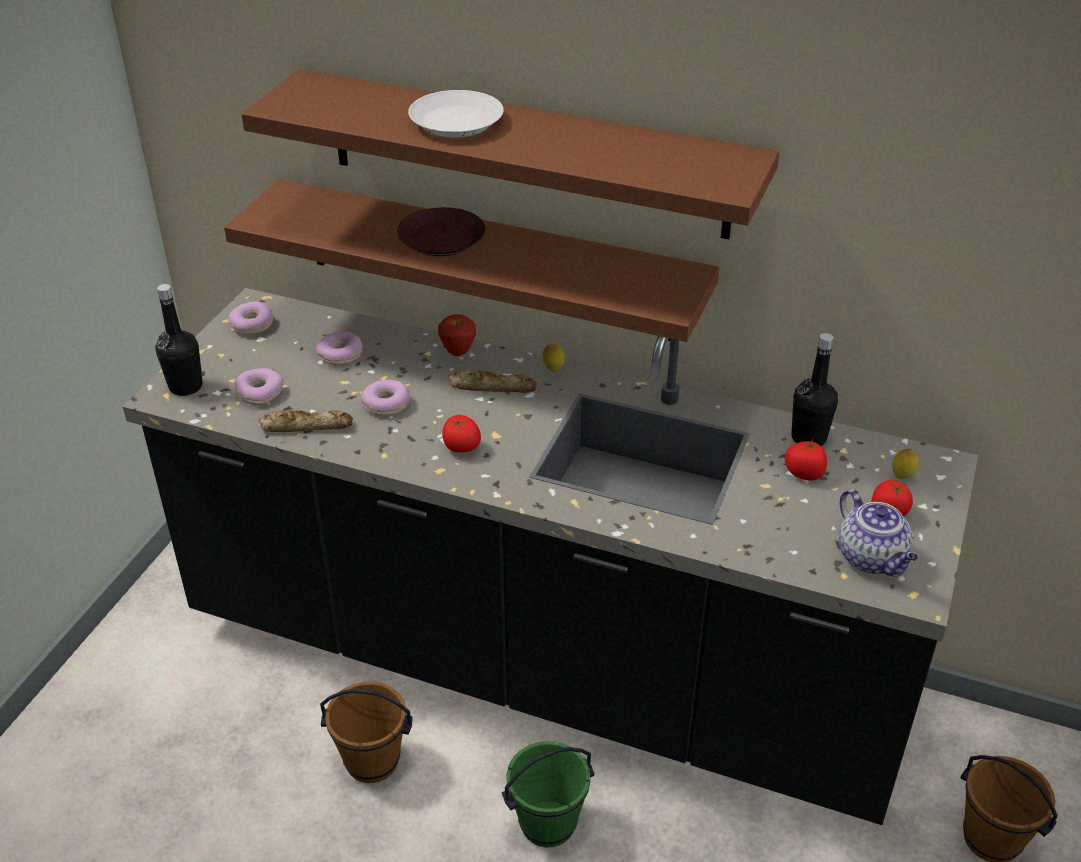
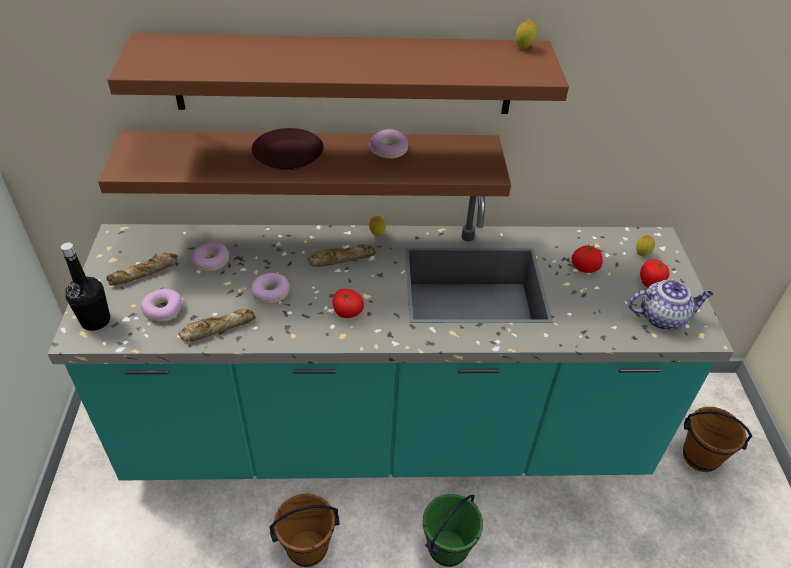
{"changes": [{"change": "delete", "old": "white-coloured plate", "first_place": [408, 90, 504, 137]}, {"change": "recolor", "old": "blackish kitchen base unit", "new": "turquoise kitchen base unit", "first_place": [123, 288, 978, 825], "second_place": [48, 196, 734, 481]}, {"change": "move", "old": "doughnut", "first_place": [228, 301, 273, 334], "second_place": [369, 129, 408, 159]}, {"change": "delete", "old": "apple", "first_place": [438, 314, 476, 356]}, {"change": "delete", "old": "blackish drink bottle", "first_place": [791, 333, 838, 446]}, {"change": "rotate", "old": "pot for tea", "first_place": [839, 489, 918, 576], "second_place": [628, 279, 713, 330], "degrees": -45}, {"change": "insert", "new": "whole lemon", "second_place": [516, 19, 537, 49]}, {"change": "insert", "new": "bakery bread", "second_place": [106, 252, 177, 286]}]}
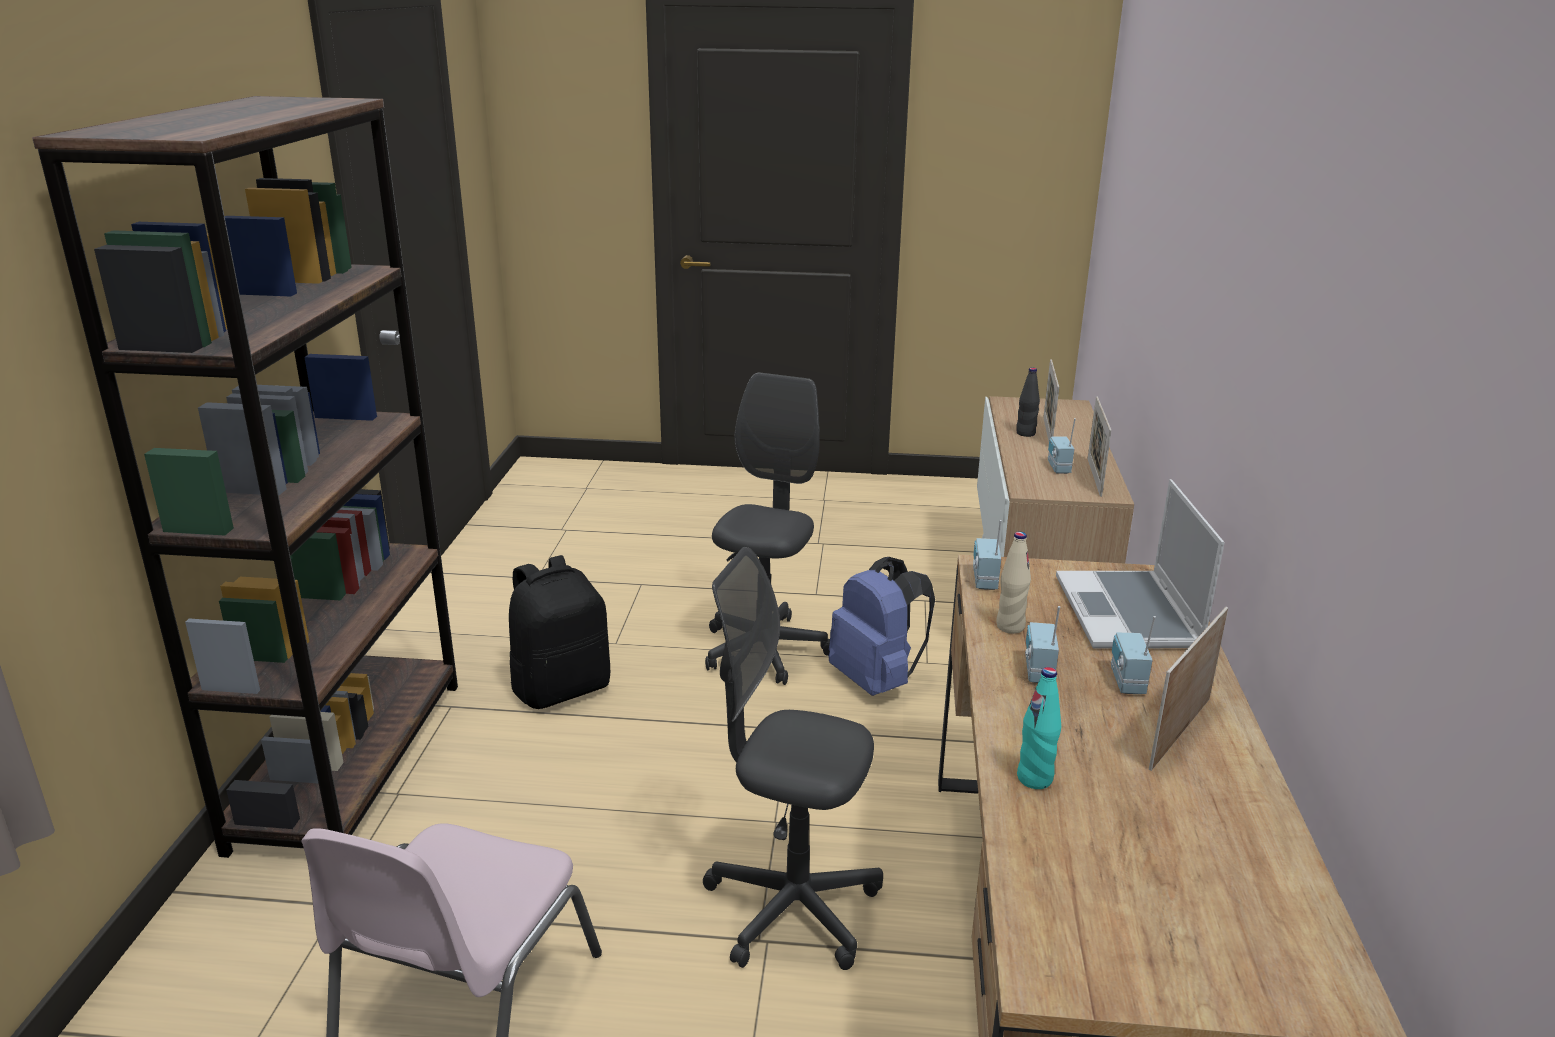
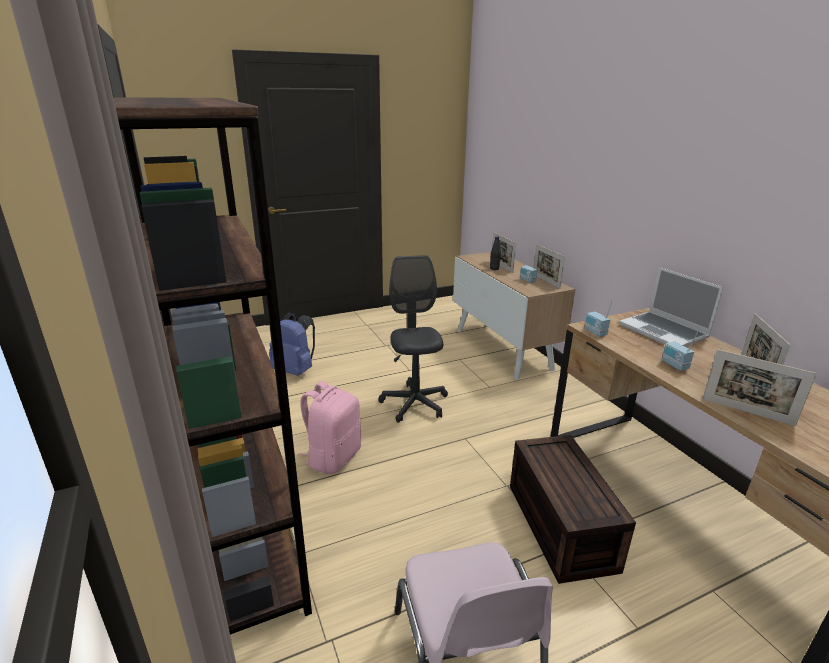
{"changes": [{"change": "delete", "old": "beige drink bottle", "first_place": [996, 532, 1031, 634]}, {"change": "replace", "old": "gray desk chair", "new": "brownish storage container", "first_place": [703, 547, 883, 970], "second_place": [510, 435, 636, 584]}, {"change": "recolor", "old": "blackish backpack", "new": "pinkish backpack", "first_place": [509, 555, 610, 709], "second_place": [299, 381, 361, 474]}, {"change": "move", "old": "blue-coloured backpack", "first_place": [829, 557, 935, 696], "second_place": [269, 312, 315, 376]}, {"change": "delete", "old": "radio receiver", "first_place": [1111, 616, 1156, 694]}, {"change": "replace", "old": "turquoise drink bottle", "new": "picture frame", "first_place": [1017, 667, 1061, 789], "second_place": [703, 349, 817, 426]}]}
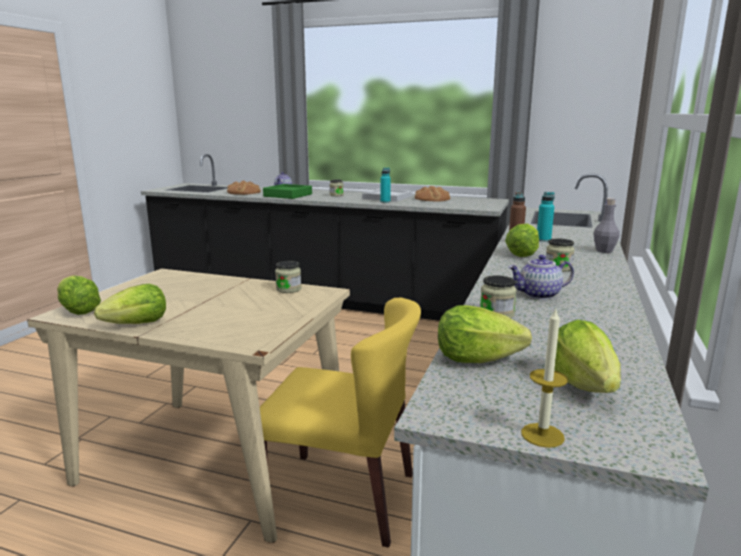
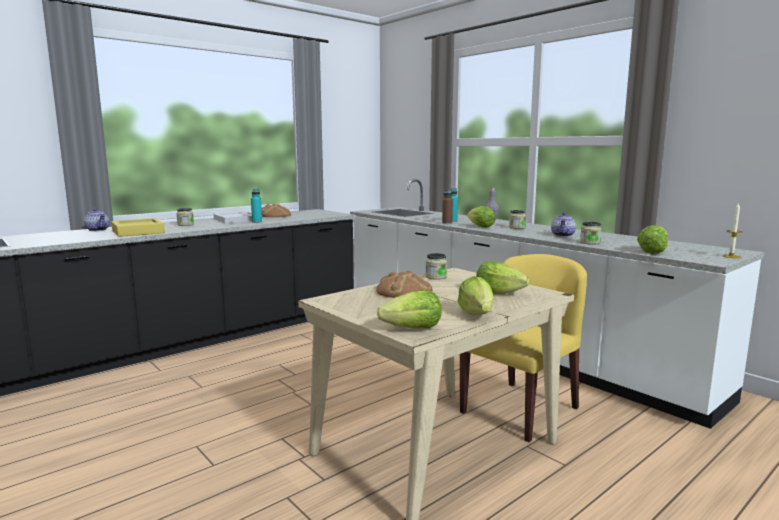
{"changes": [{"change": "move", "old": "bakery bread", "first_place": [227, 181, 261, 195], "second_place": [376, 271, 433, 298]}, {"change": "recolor", "old": "greenish tray", "new": "yellowish tray", "first_place": [263, 184, 312, 199], "second_place": [111, 218, 165, 237]}, {"change": "move", "old": "lettuce head", "first_place": [554, 320, 621, 393], "second_place": [476, 261, 529, 294]}]}
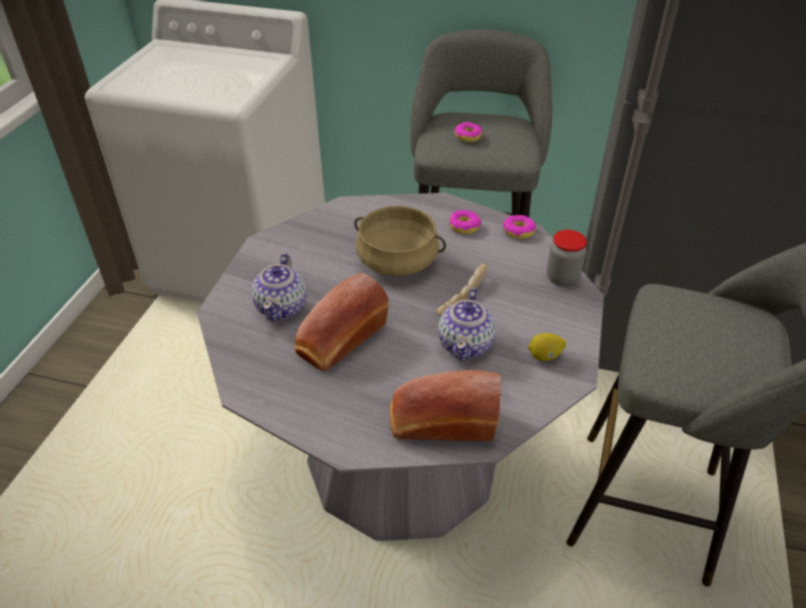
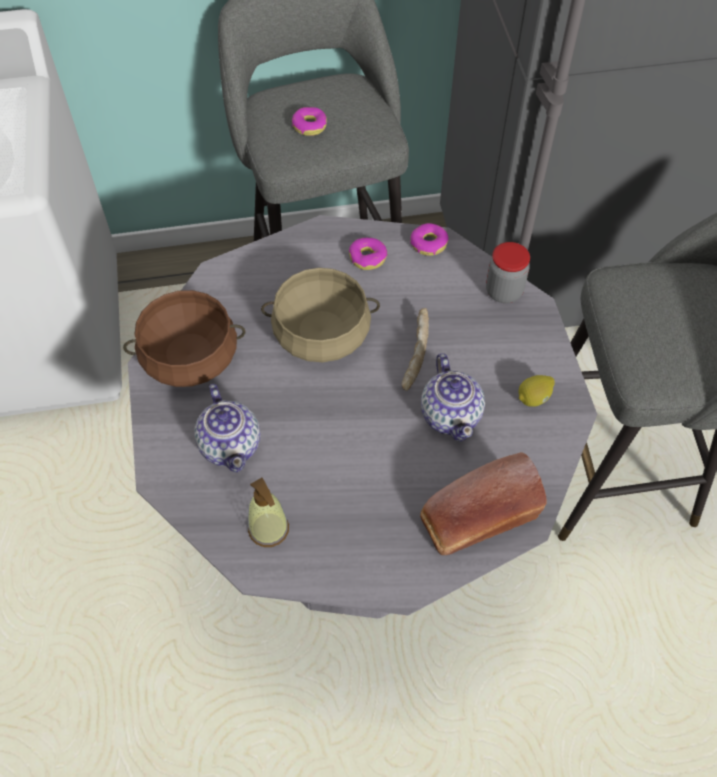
{"changes": [{"change": "delete", "old": "bakery bread", "first_place": [295, 273, 389, 371]}, {"change": "insert", "new": "brownish stockpot", "second_place": [123, 290, 246, 387]}, {"change": "insert", "new": "soap dispenser", "second_place": [248, 478, 289, 547]}]}
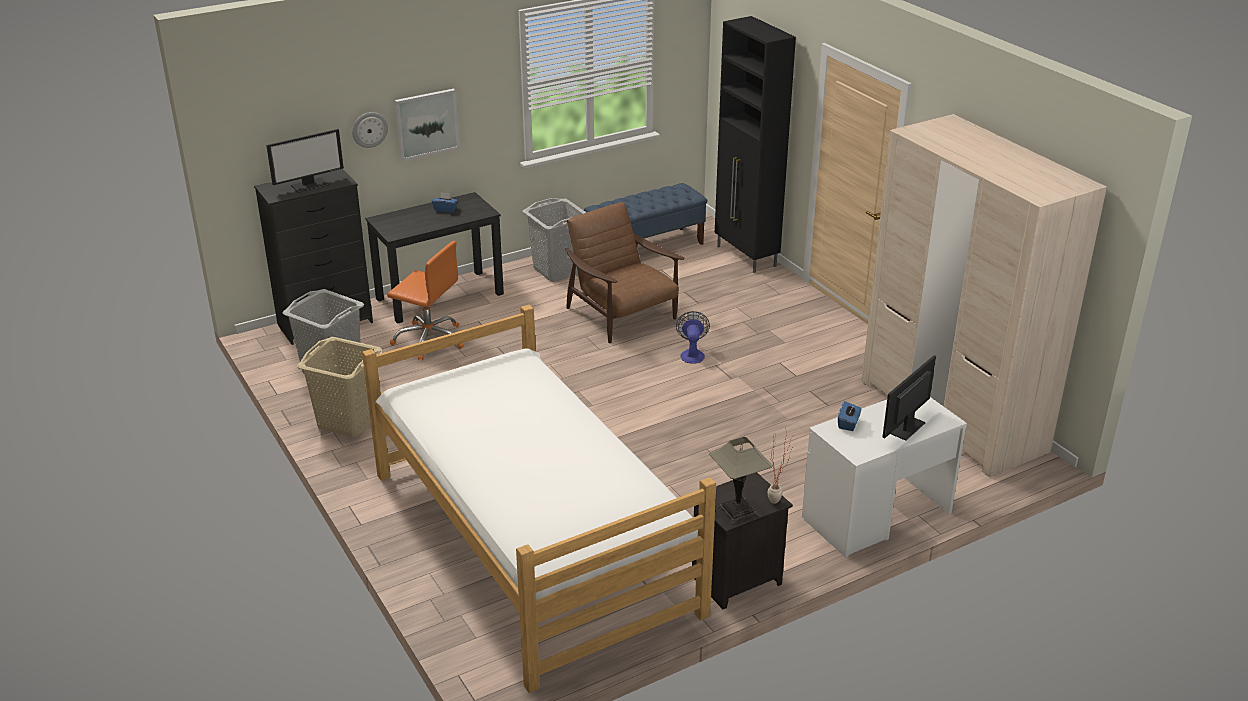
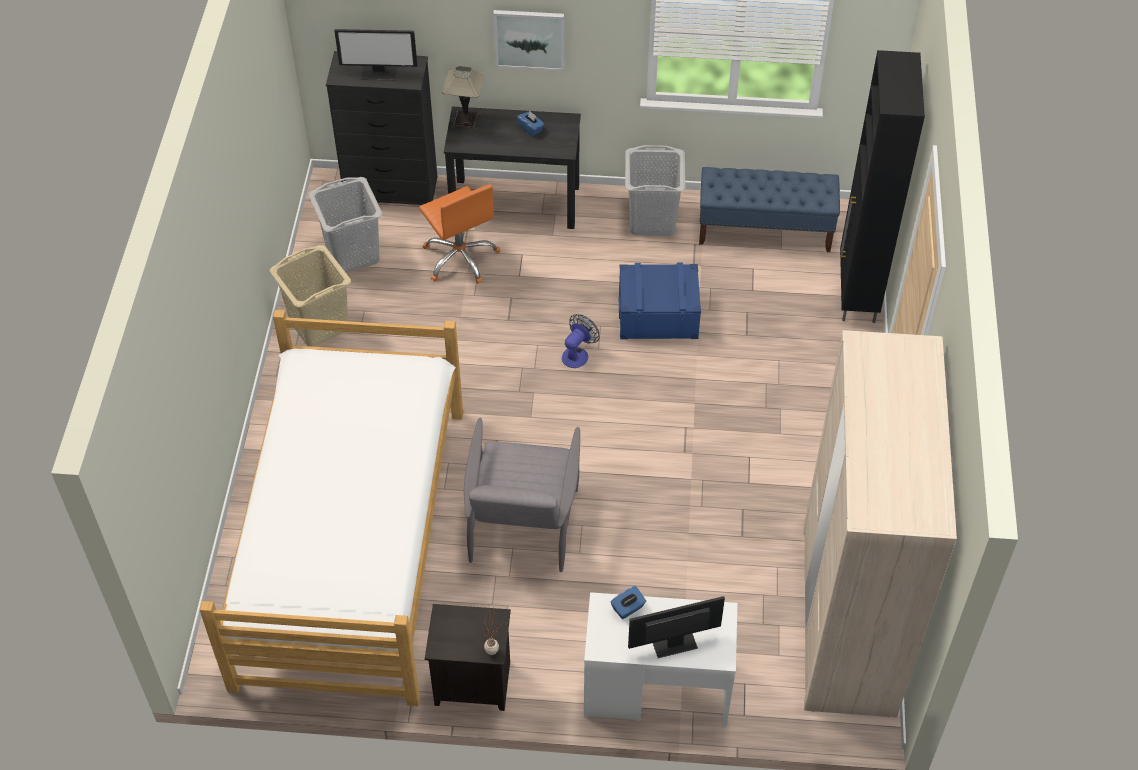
{"changes": [{"change": "delete", "old": "wall clock", "first_place": [352, 112, 388, 148]}, {"change": "replace", "old": "brownish lounge chair", "new": "blue-coloured storage container", "first_place": [565, 202, 685, 343], "second_place": [618, 263, 701, 339]}, {"change": "move", "old": "electric fan", "first_place": [676, 311, 710, 364], "second_place": [562, 314, 599, 368]}, {"change": "move", "old": "lamp for a table", "first_place": [709, 437, 773, 526], "second_place": [442, 66, 485, 131]}, {"change": "insert", "new": "gray lounge chair", "second_place": [464, 418, 580, 572]}]}
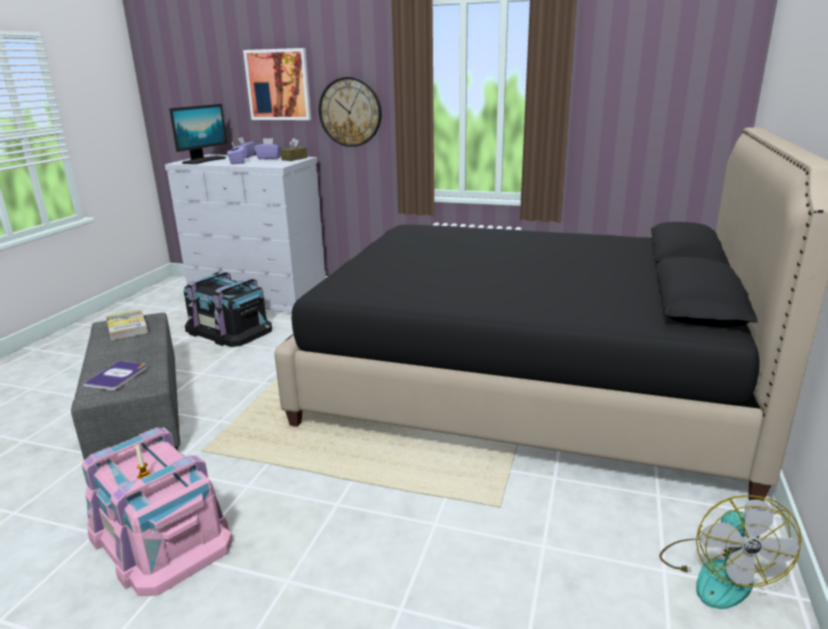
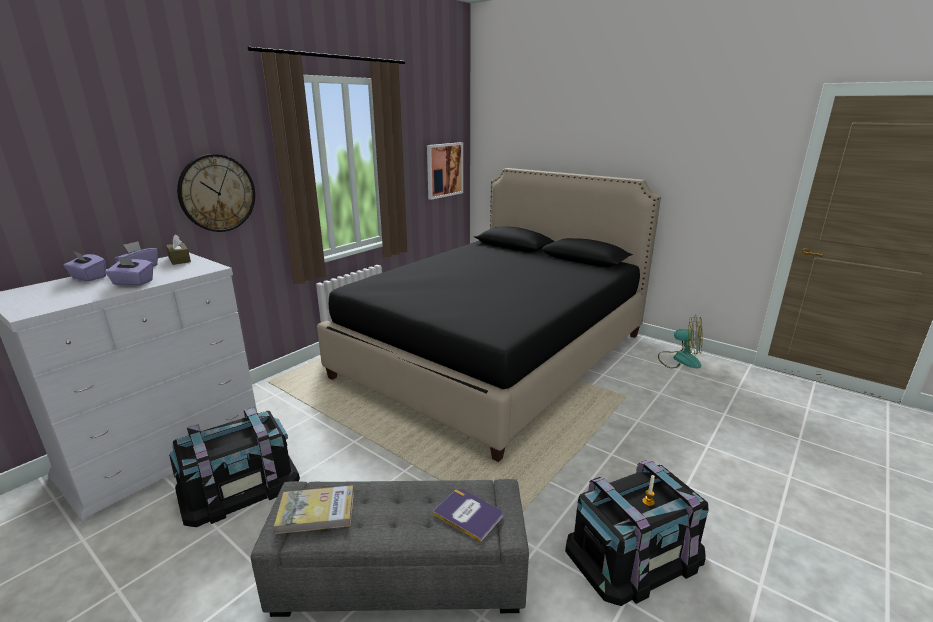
{"changes": [{"change": "move", "old": "picture", "first_place": [243, 48, 311, 120], "second_place": [427, 142, 463, 200]}, {"change": "delete", "old": "monitor", "first_place": [169, 104, 227, 164]}, {"change": "recolor", "old": "pinkish storage container", "new": "blackish storage container", "first_place": [82, 427, 233, 596], "second_place": [565, 460, 708, 606]}]}
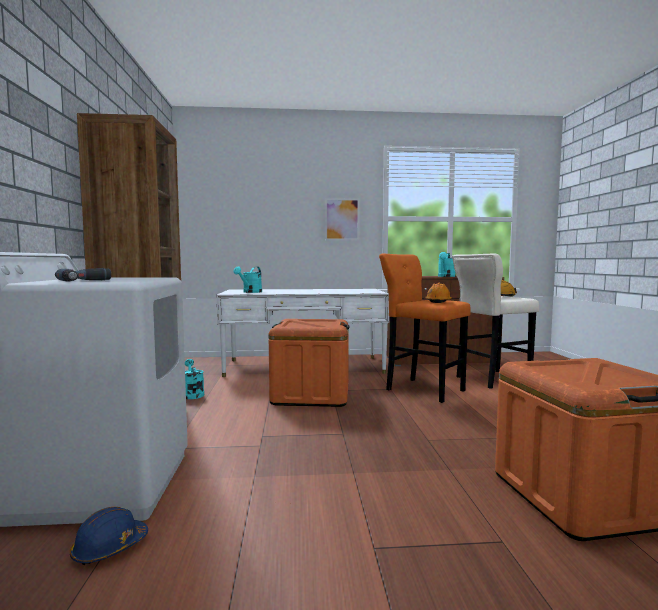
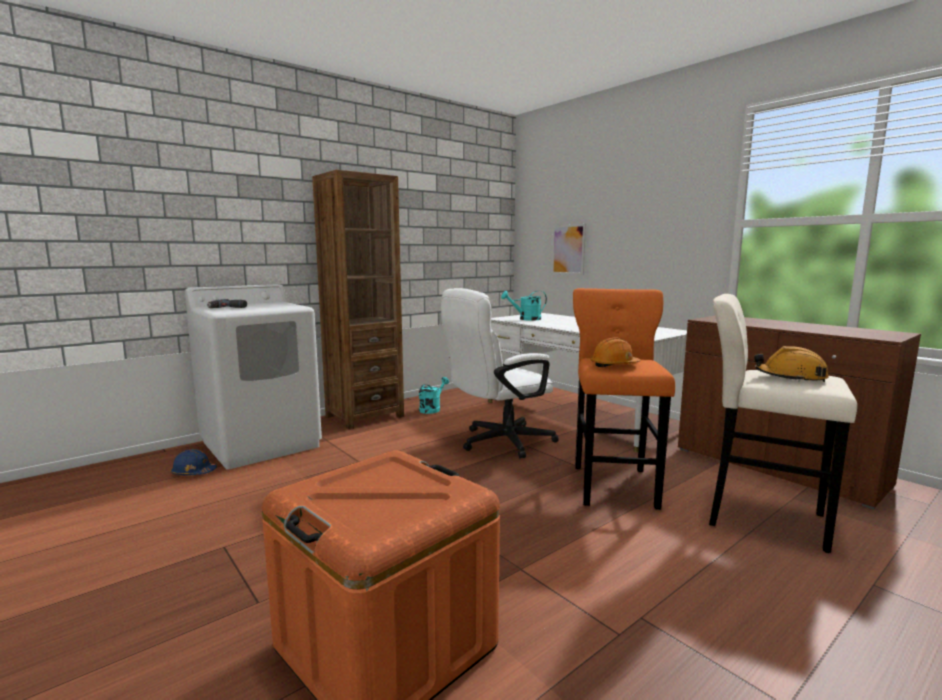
{"changes": [{"change": "move", "old": "picture", "first_place": [325, 198, 360, 241], "second_place": [552, 224, 586, 275]}, {"change": "delete", "old": "turquoise watering pot", "first_place": [438, 252, 456, 277]}, {"change": "replace", "old": "orange-coloured storage container", "new": "white-coloured desk chair", "first_place": [268, 319, 349, 407], "second_place": [441, 288, 559, 458]}]}
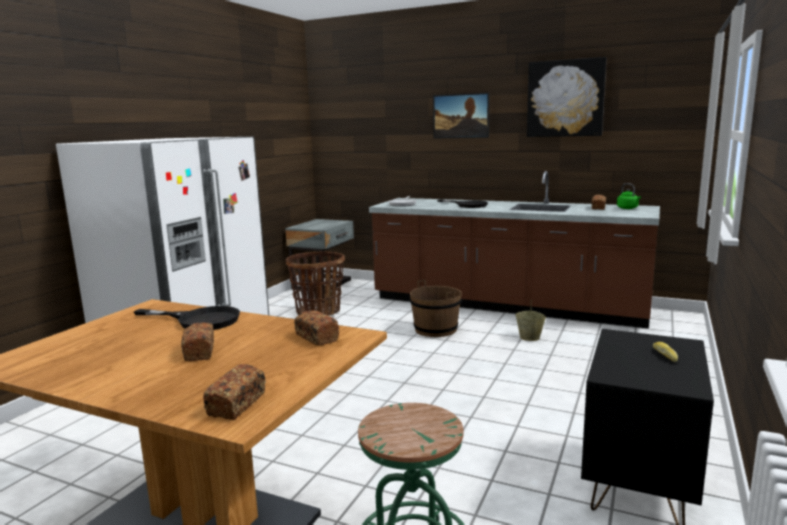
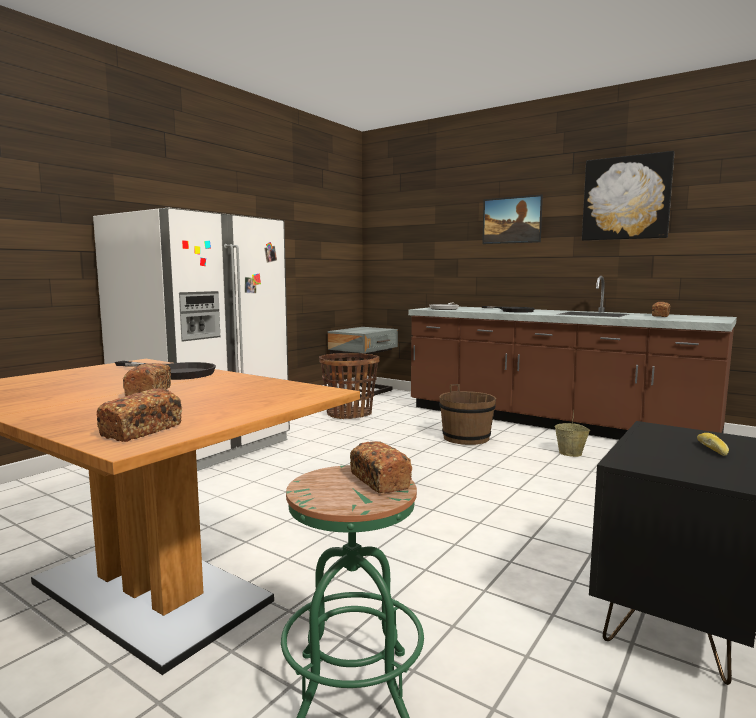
{"changes": [{"change": "delete", "old": "greenish tea kettle", "first_place": [617, 183, 641, 209]}, {"change": "move", "old": "bakery bread", "first_place": [294, 310, 339, 345], "second_place": [350, 441, 412, 493]}]}
